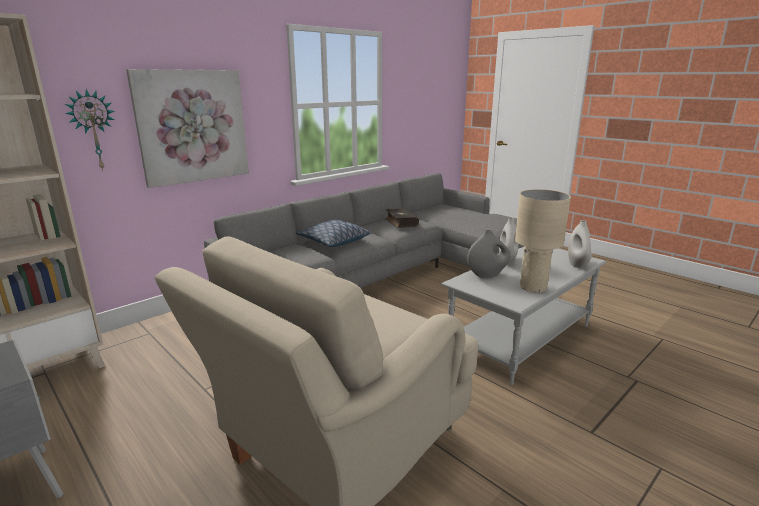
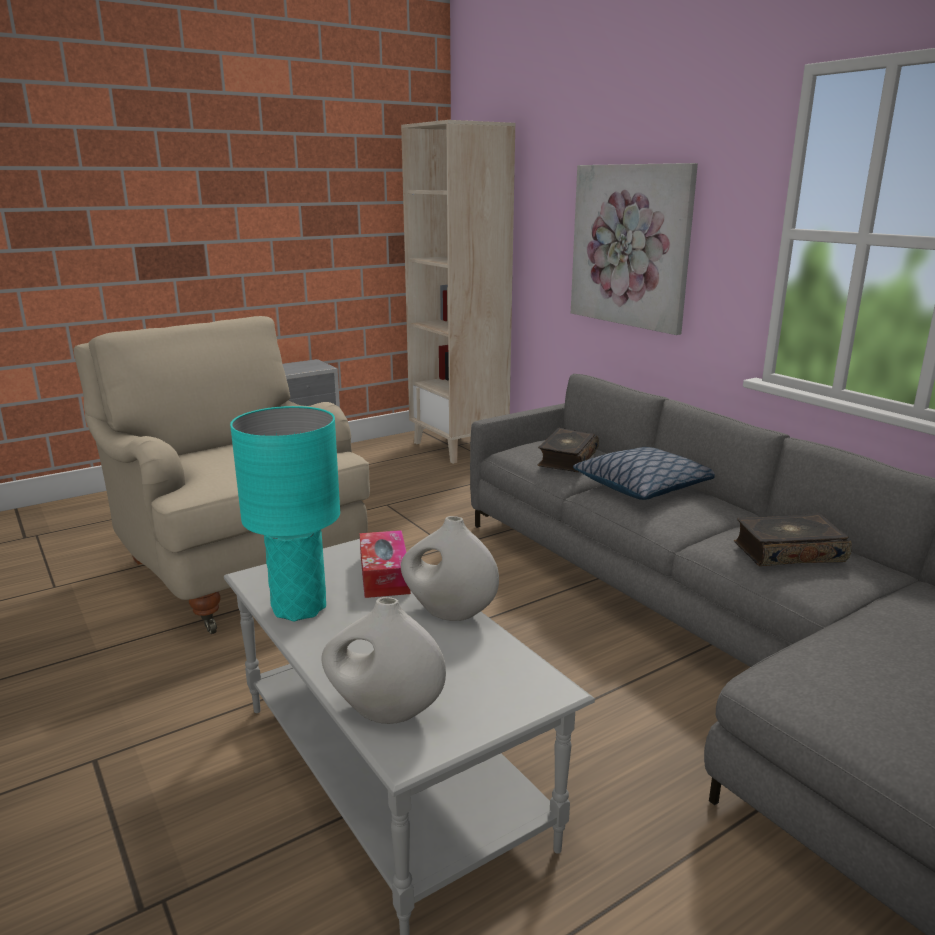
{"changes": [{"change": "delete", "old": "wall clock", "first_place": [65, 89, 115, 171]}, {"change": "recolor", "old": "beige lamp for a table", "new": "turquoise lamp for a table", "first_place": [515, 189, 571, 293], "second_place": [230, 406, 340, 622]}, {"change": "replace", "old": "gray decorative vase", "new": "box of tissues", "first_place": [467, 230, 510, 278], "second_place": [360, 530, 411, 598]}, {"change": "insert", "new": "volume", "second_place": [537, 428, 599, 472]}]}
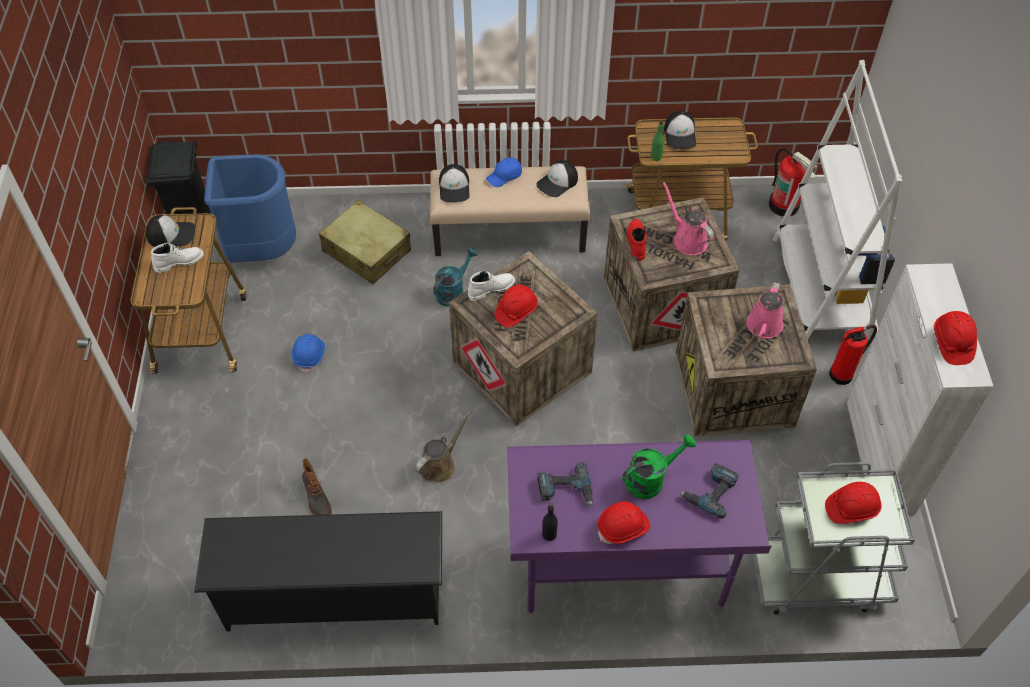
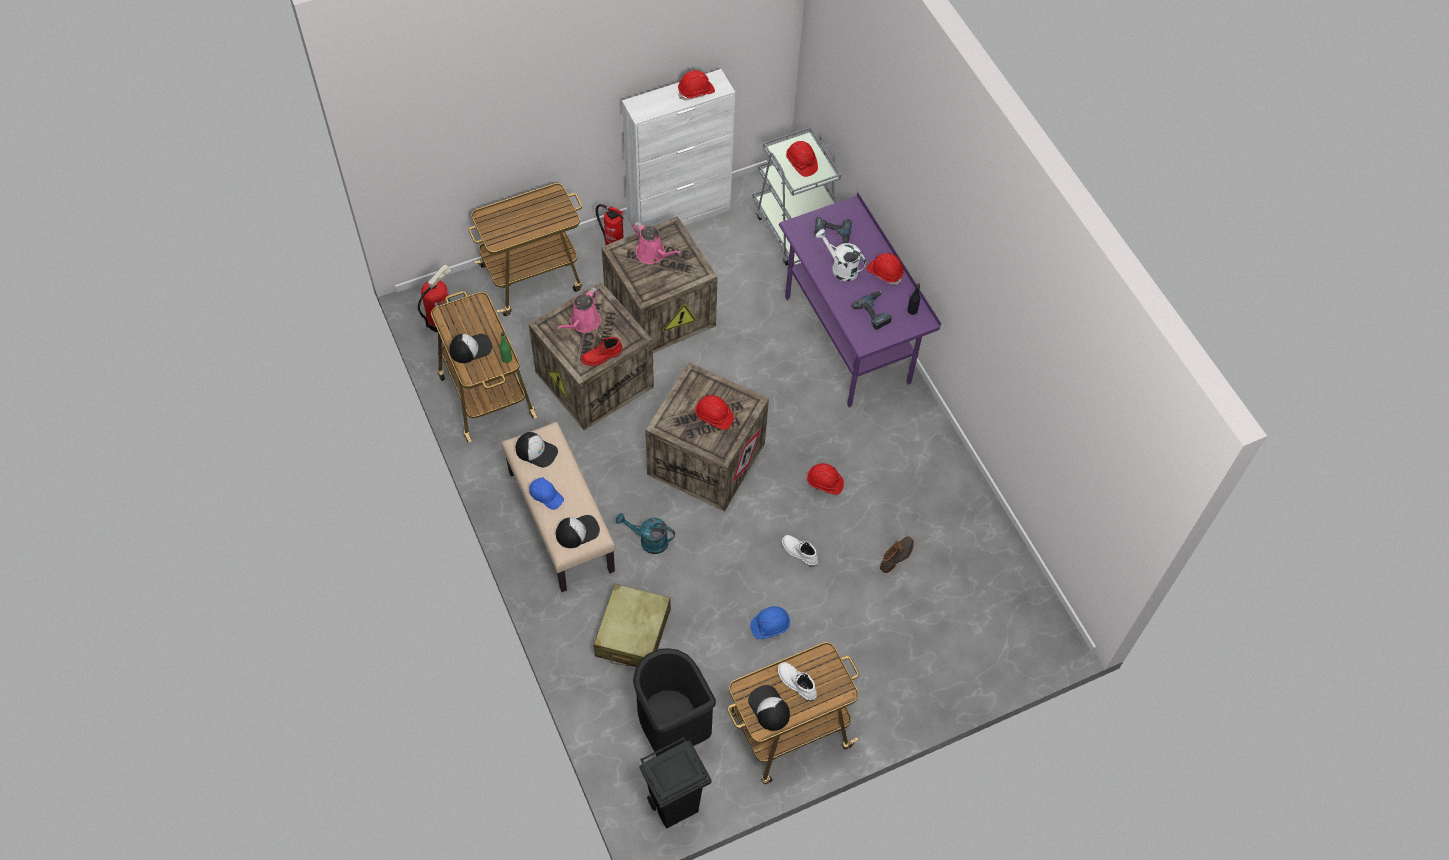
{"changes": [{"change": "replace", "old": "white-coloured shelving unit", "new": "trolley", "first_place": [773, 60, 902, 346], "second_place": [469, 183, 582, 316]}, {"change": "recolor", "old": "blue-coloured rubbish bin", "new": "blackish rubbish bin", "first_place": [204, 154, 296, 262], "second_place": [633, 648, 716, 756]}, {"change": "move", "old": "white-coloured tall boot", "first_place": [468, 271, 515, 301], "second_place": [782, 535, 818, 567]}, {"change": "rotate", "old": "pinkish watering pot", "first_place": [746, 282, 784, 338], "second_place": [632, 222, 681, 264], "degrees": 45}, {"change": "replace", "old": "brownish watering pot", "new": "reddish hard hat", "first_place": [415, 411, 471, 483], "second_place": [806, 463, 844, 495]}, {"change": "recolor", "old": "greenish watering pot", "new": "white-coloured watering pot", "first_place": [622, 434, 696, 499], "second_place": [815, 229, 866, 281]}, {"change": "delete", "old": "blackish shoe shelf", "first_place": [194, 511, 442, 631]}]}
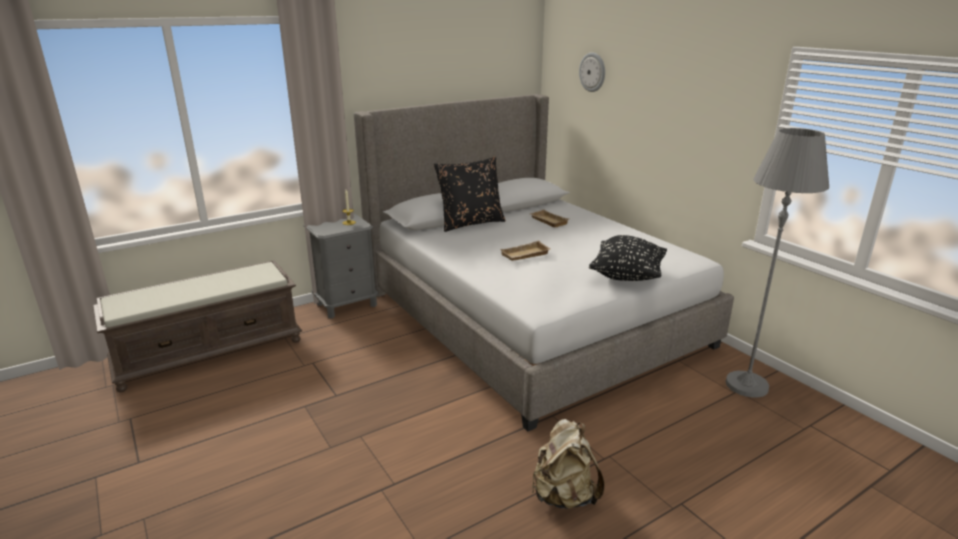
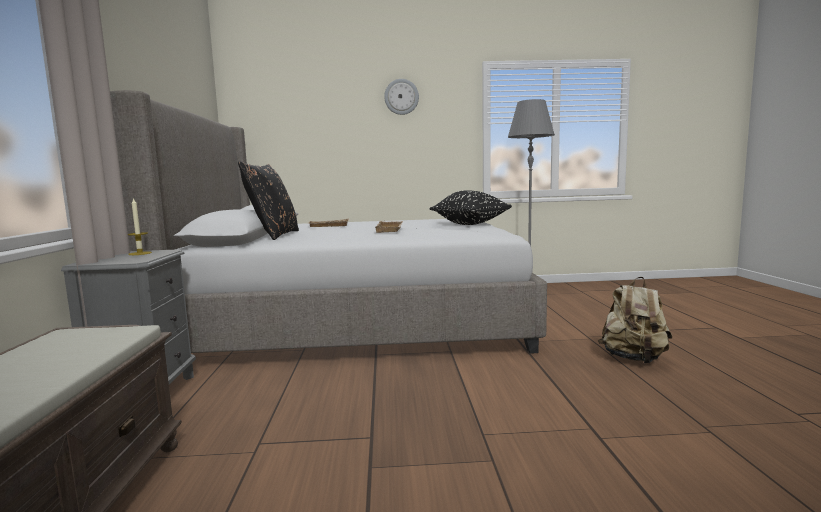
{"changes": [{"change": "move", "old": "wall clock", "first_place": [579, 52, 605, 92], "second_place": [384, 79, 419, 115]}]}
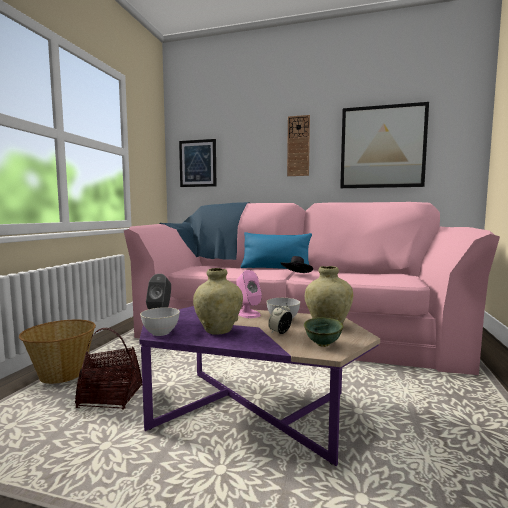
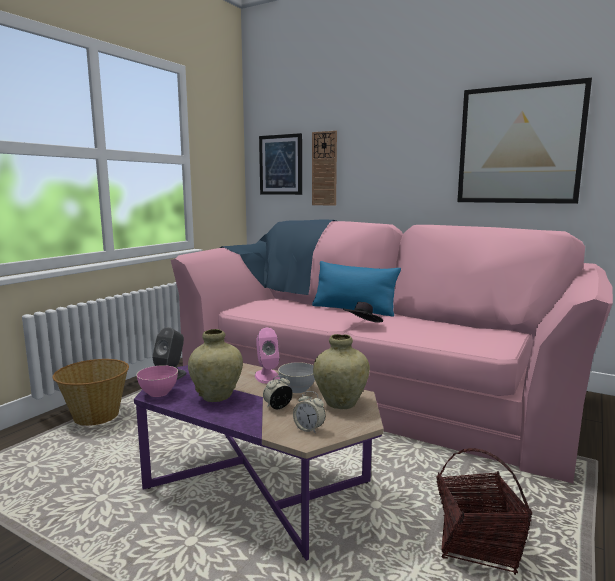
{"changes": [{"change": "move", "old": "wall clock", "first_place": [287, 115, 310, 176], "second_place": [312, 131, 337, 206]}, {"change": "recolor", "old": "gray bowl", "new": "pinkish bowl", "first_place": [140, 307, 180, 336], "second_place": [136, 365, 178, 397]}, {"change": "replace", "old": "greenish bowl", "new": "table clock", "first_place": [304, 317, 343, 347], "second_place": [293, 391, 325, 434]}, {"change": "move", "old": "basket", "first_place": [75, 328, 142, 410], "second_place": [436, 448, 533, 575]}]}
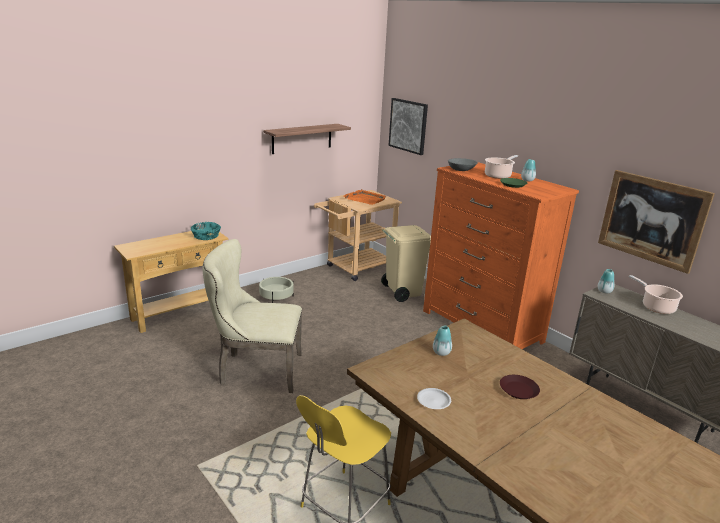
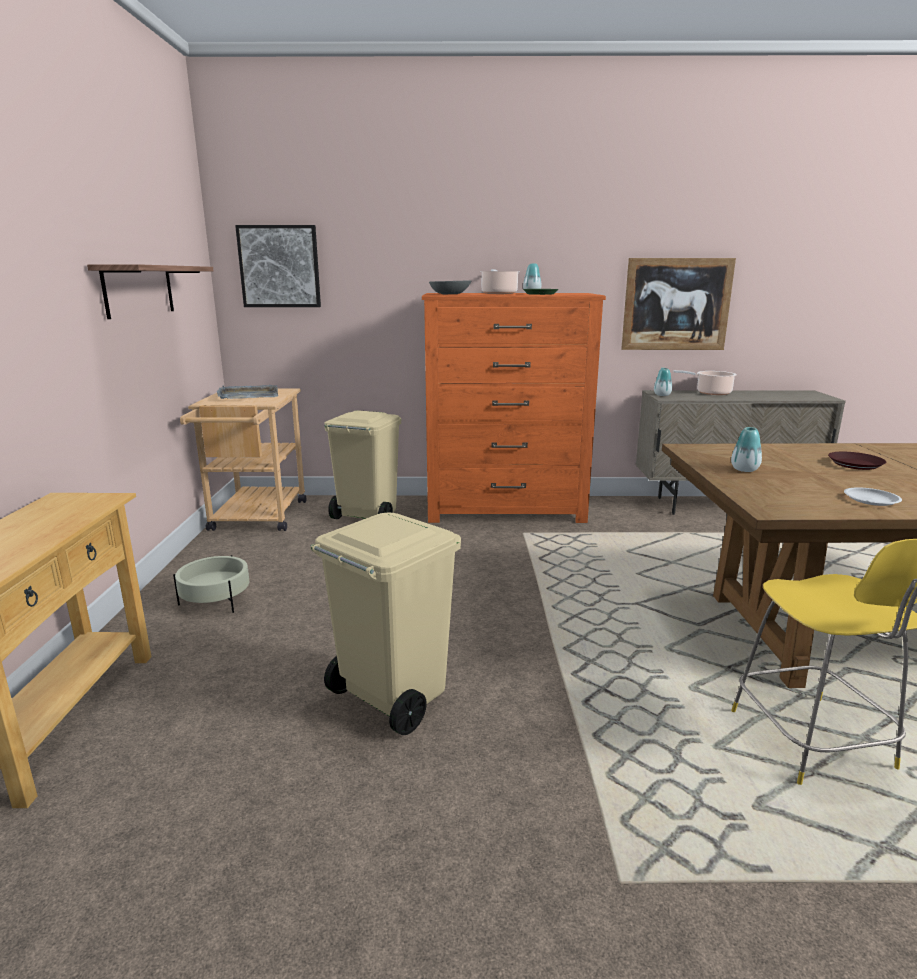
{"changes": [{"change": "recolor", "old": "orange-coloured tray", "new": "gray tray", "first_place": [343, 189, 386, 205], "second_place": [217, 385, 278, 399]}, {"change": "delete", "old": "turquoise bowl", "first_place": [191, 222, 221, 240]}, {"change": "replace", "old": "beige upright chair", "new": "beige rubbish bin", "first_place": [202, 239, 302, 393], "second_place": [310, 513, 461, 735]}]}
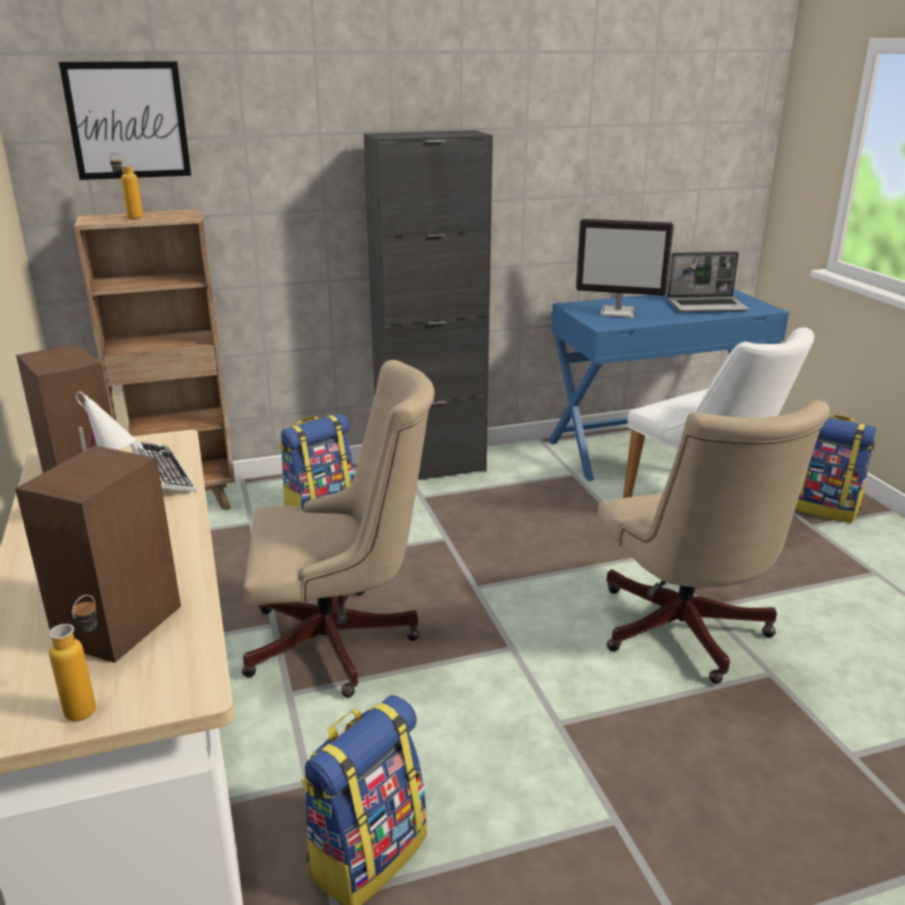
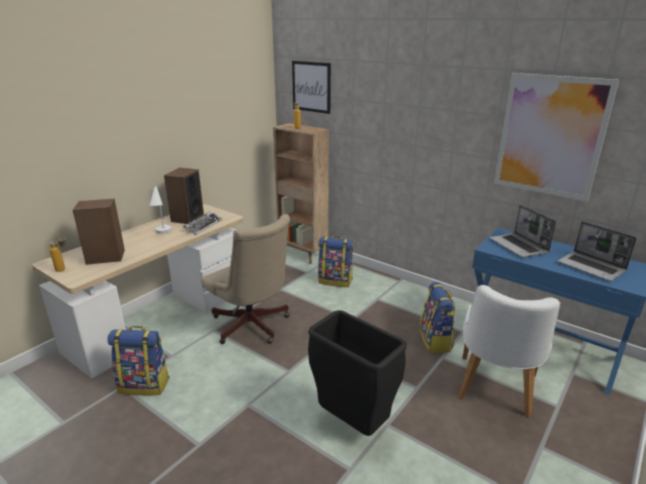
{"changes": [{"change": "delete", "old": "blackish storage cabinet", "first_place": [364, 130, 493, 480]}, {"change": "replace", "old": "monitor", "new": "notebook computer", "first_place": [576, 219, 674, 318], "second_place": [490, 205, 556, 258]}, {"change": "replace", "old": "beige desk chair", "new": "blackish rubbish bin", "first_place": [598, 400, 830, 684], "second_place": [308, 310, 407, 436]}, {"change": "move", "old": "backpack", "first_place": [795, 415, 877, 523], "second_place": [420, 282, 456, 353]}, {"change": "insert", "new": "picture", "second_place": [494, 73, 619, 202]}]}
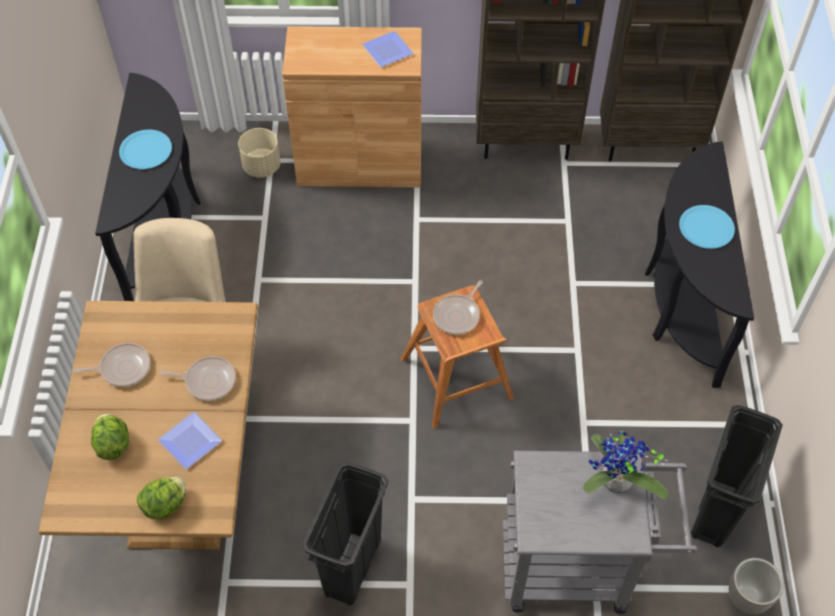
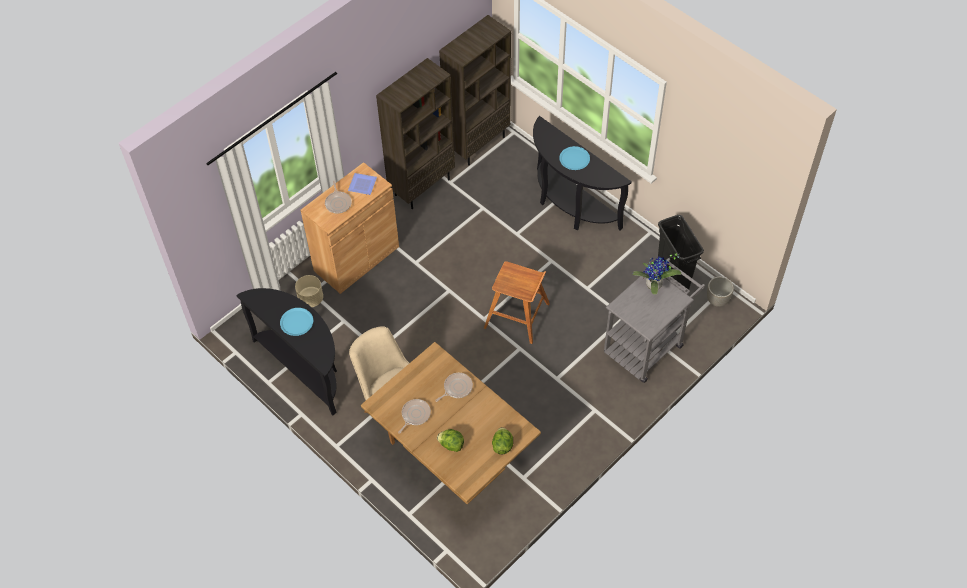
{"changes": [{"change": "move", "old": "skillet", "first_place": [433, 280, 483, 335], "second_place": [325, 181, 352, 214]}, {"change": "delete", "old": "plate", "first_place": [158, 412, 222, 469]}, {"change": "delete", "old": "blackish rubbish bin", "first_place": [302, 462, 389, 606]}]}
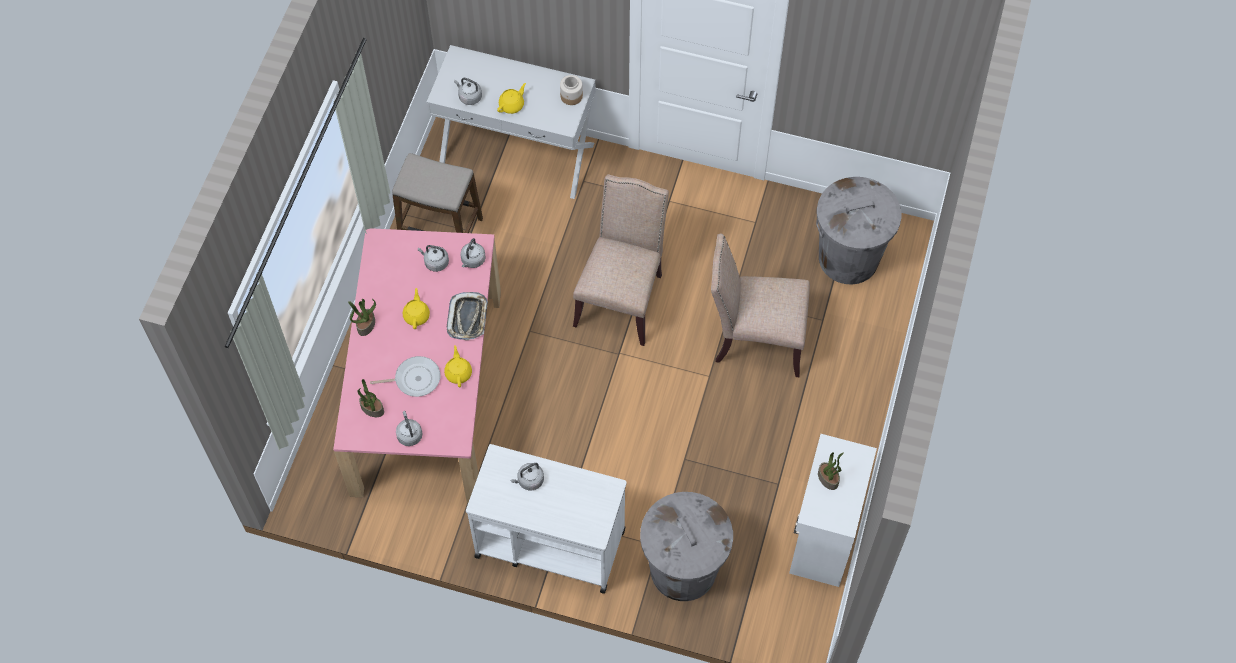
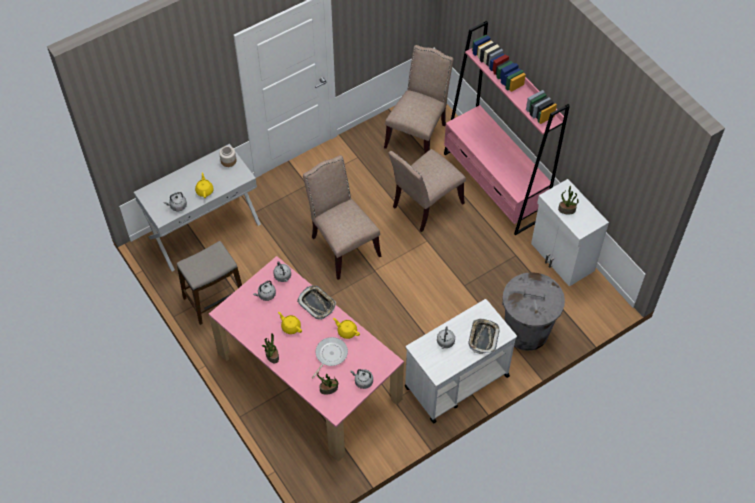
{"changes": [{"change": "replace", "old": "gray rubbish bin", "new": "beige upright chair", "first_place": [816, 177, 902, 284], "second_place": [384, 45, 454, 154]}, {"change": "insert", "new": "pinkish shelving unit", "second_place": [444, 21, 570, 235]}, {"change": "insert", "new": "tray", "second_place": [468, 319, 499, 354]}]}
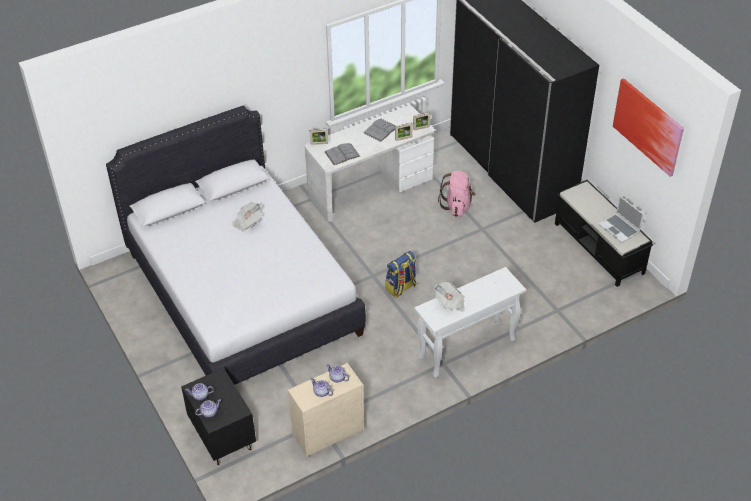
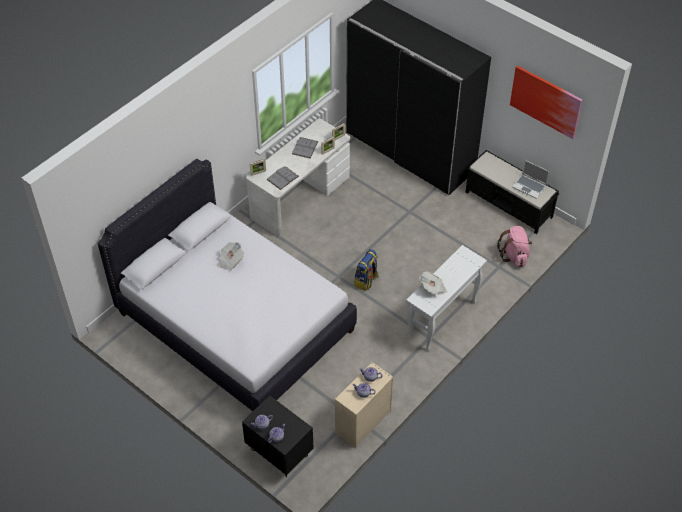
{"changes": [{"change": "move", "old": "pinkish backpack", "first_place": [438, 171, 475, 217], "second_place": [497, 226, 532, 267]}]}
